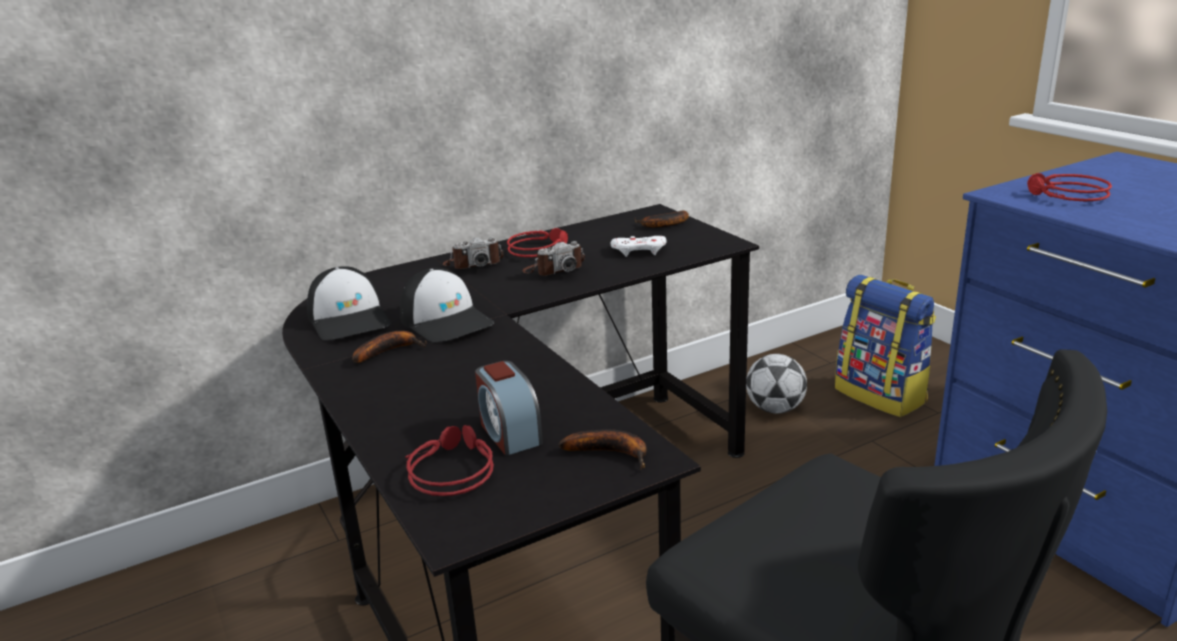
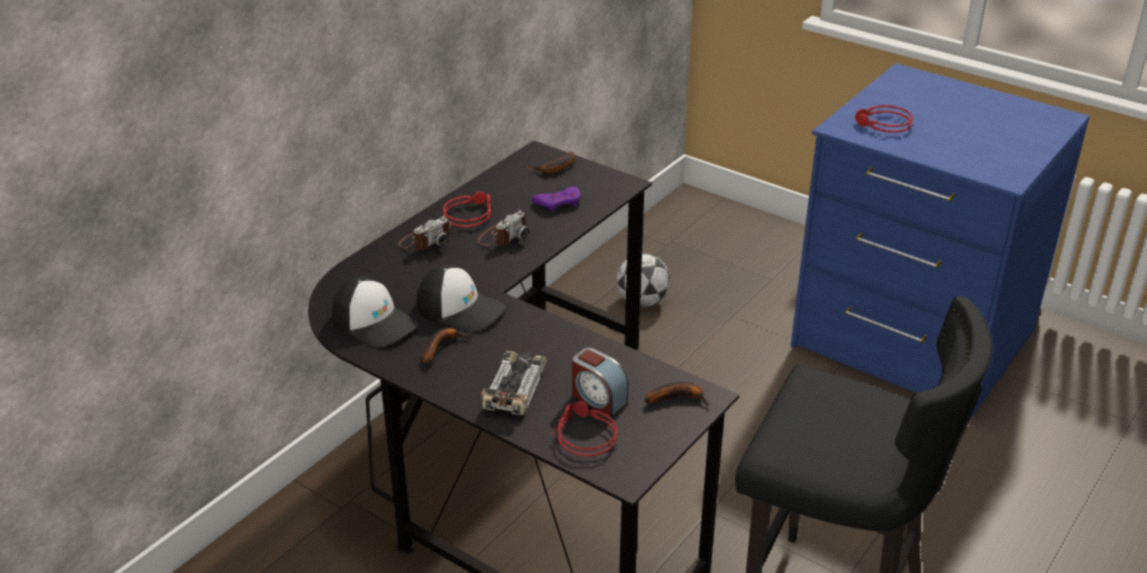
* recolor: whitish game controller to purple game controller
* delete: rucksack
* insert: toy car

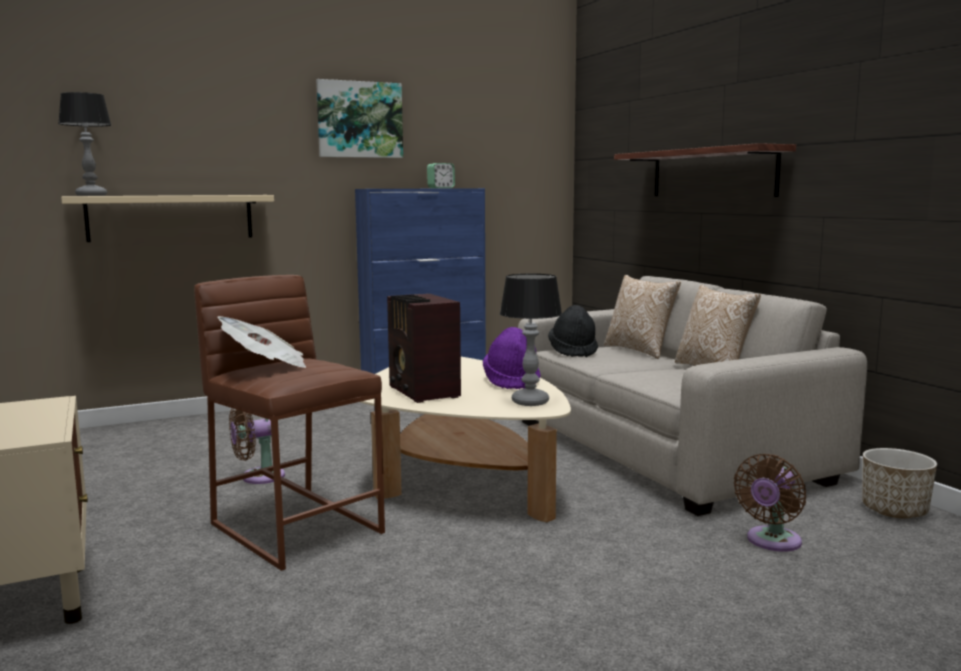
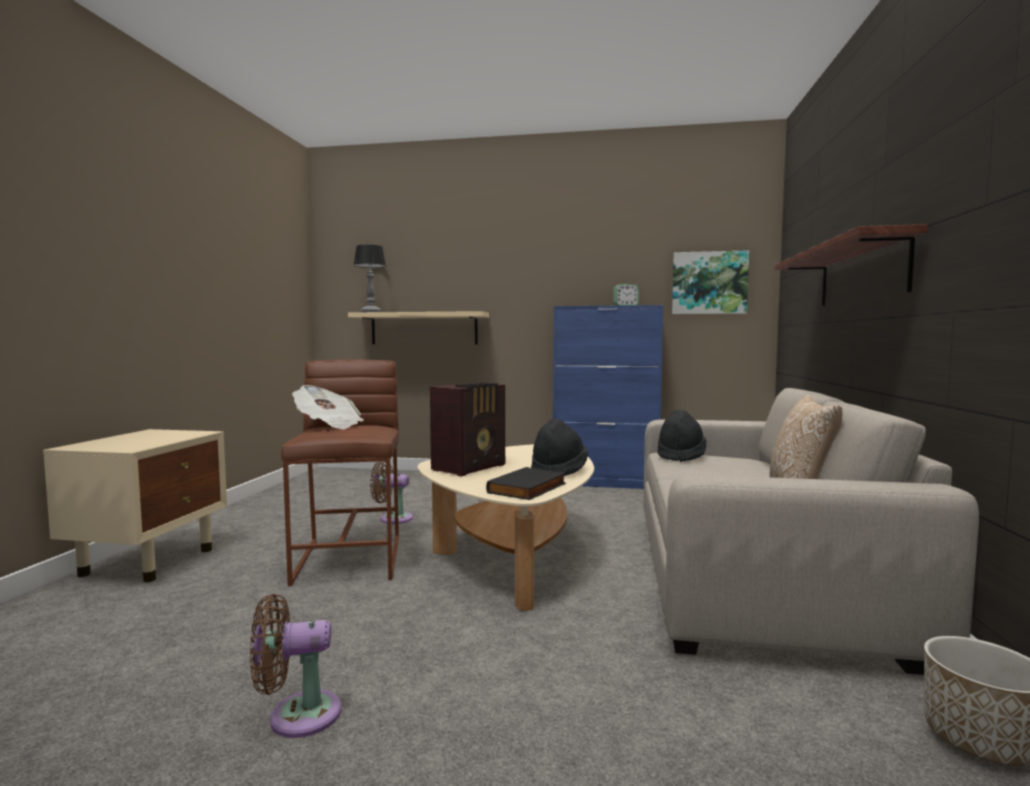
* move: picture
* rotate: radio 150 degrees counterclockwise
* recolor: purple clothing hat to black clothing hat (1st from left)
* replace: lamp for a table (2nd from left) to black bound book
* delete: throw pillow (1st from left)
* move: brown-coloured cooling fan (2nd from left in the first image) to brown-coloured cooling fan (1st from left)

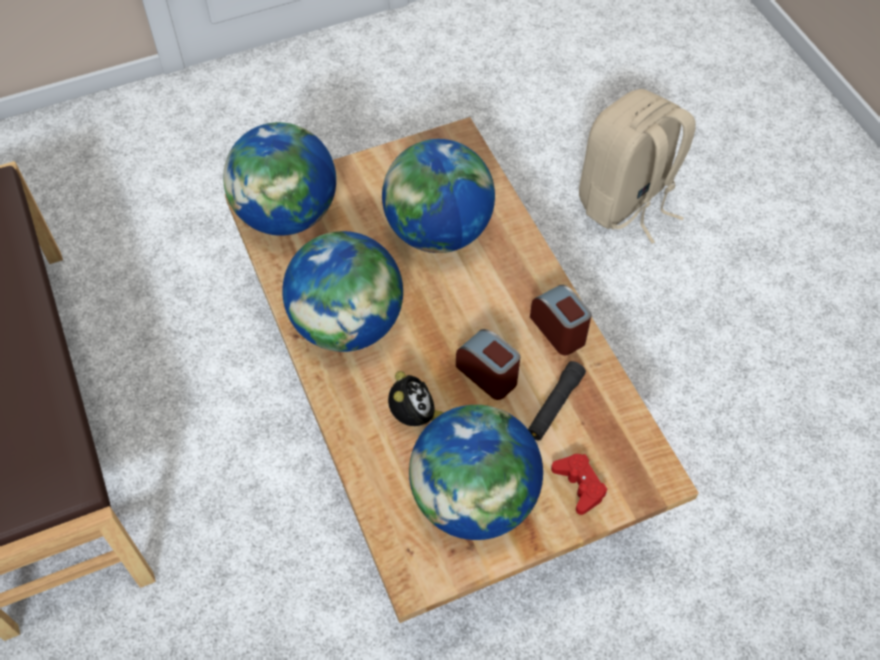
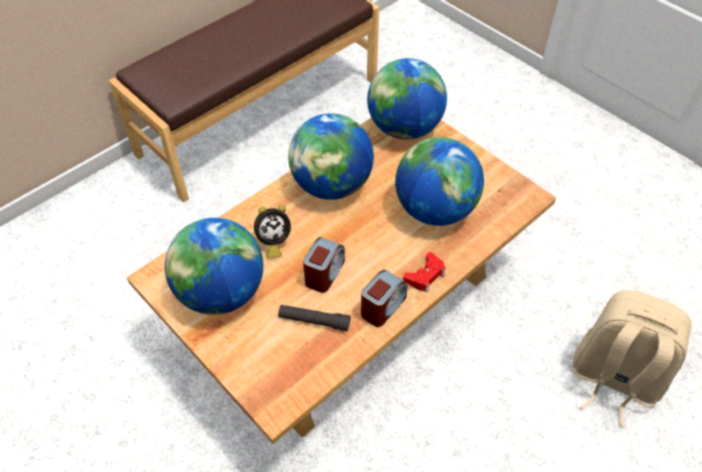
* move: red-coloured game controller

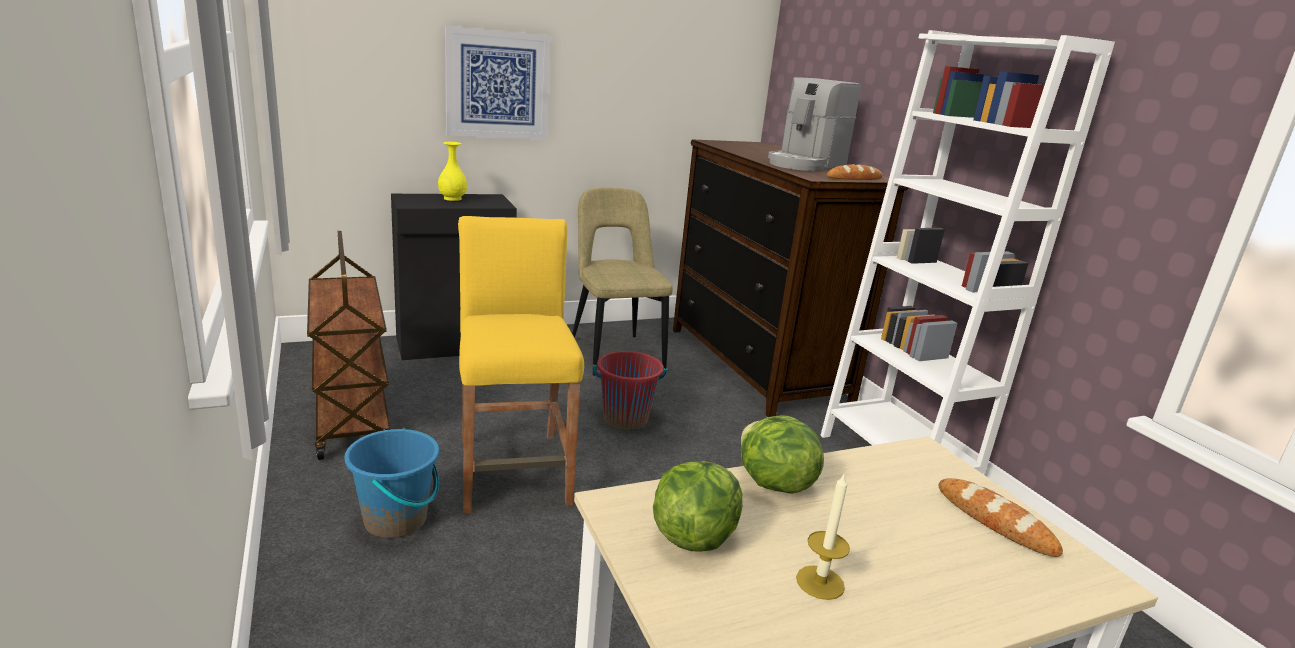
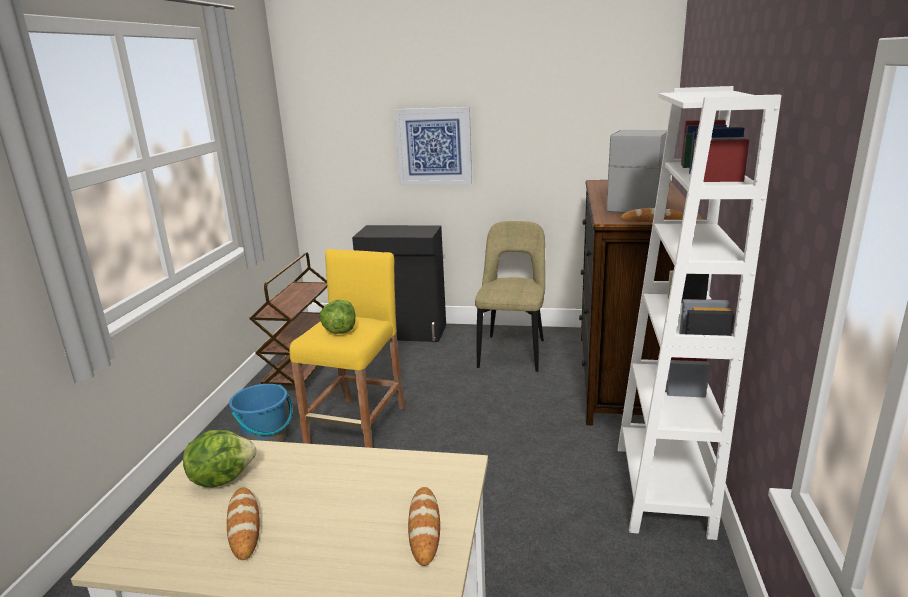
* delete: yellow-coloured flower vase
* delete: red-coloured bucket
* move: lettuce (2nd from left)
* rotate: coffee maker 135 degrees clockwise
* replace: wax light to bread (1st from left)

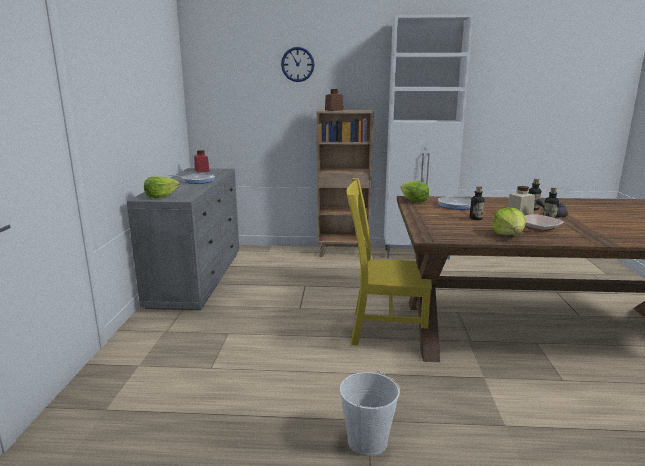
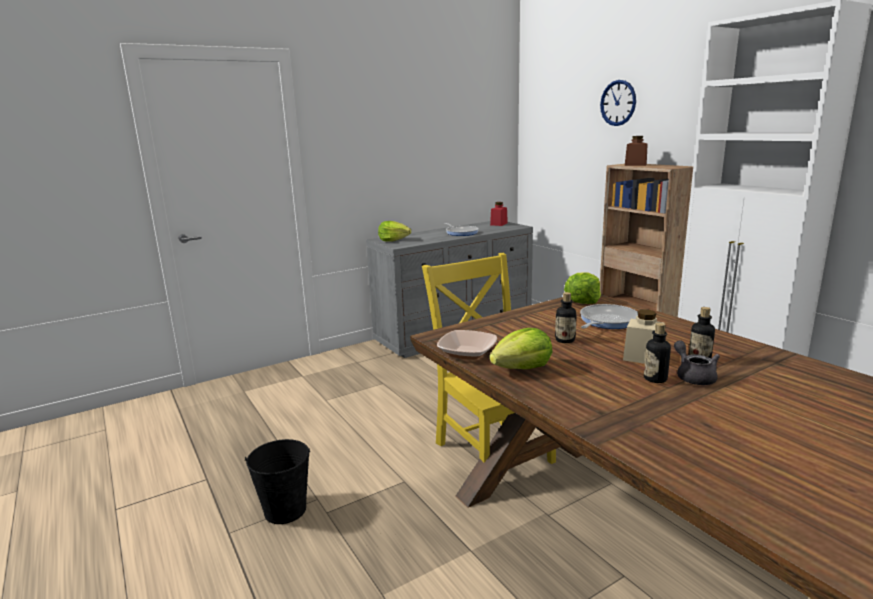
* recolor: whitish bucket to black bucket
* move: bowl

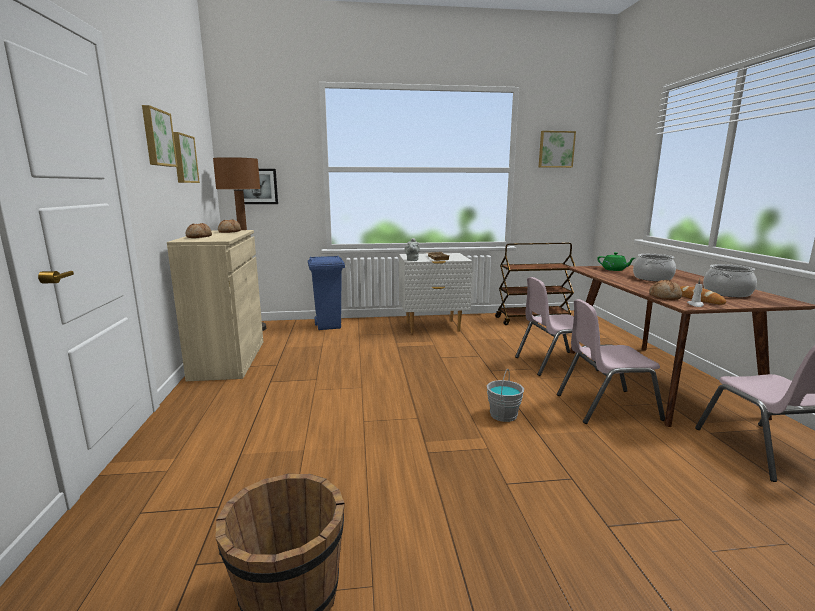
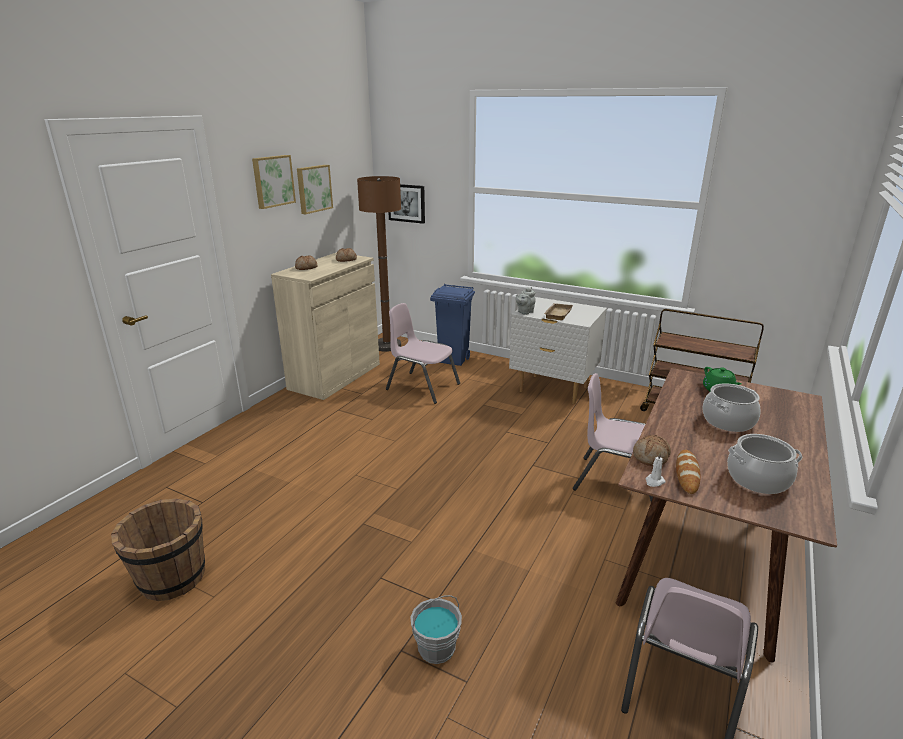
* move: grey bucket
* delete: picture (4th from left)
* move: pink-coloured plain chair (2nd from left in the first image) to pink-coloured plain chair (1st from left)

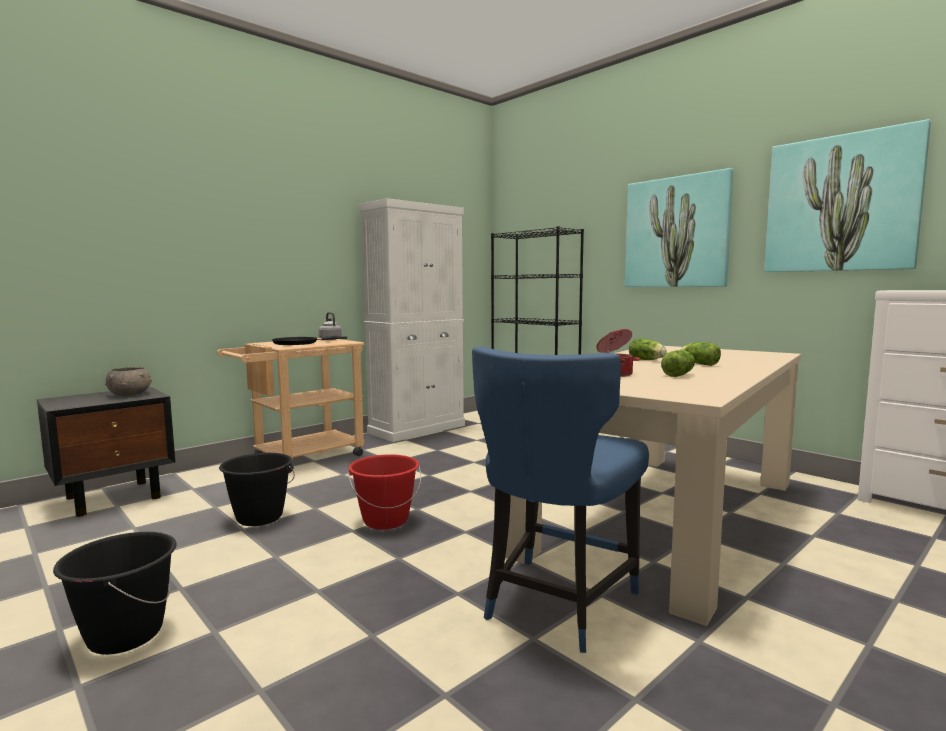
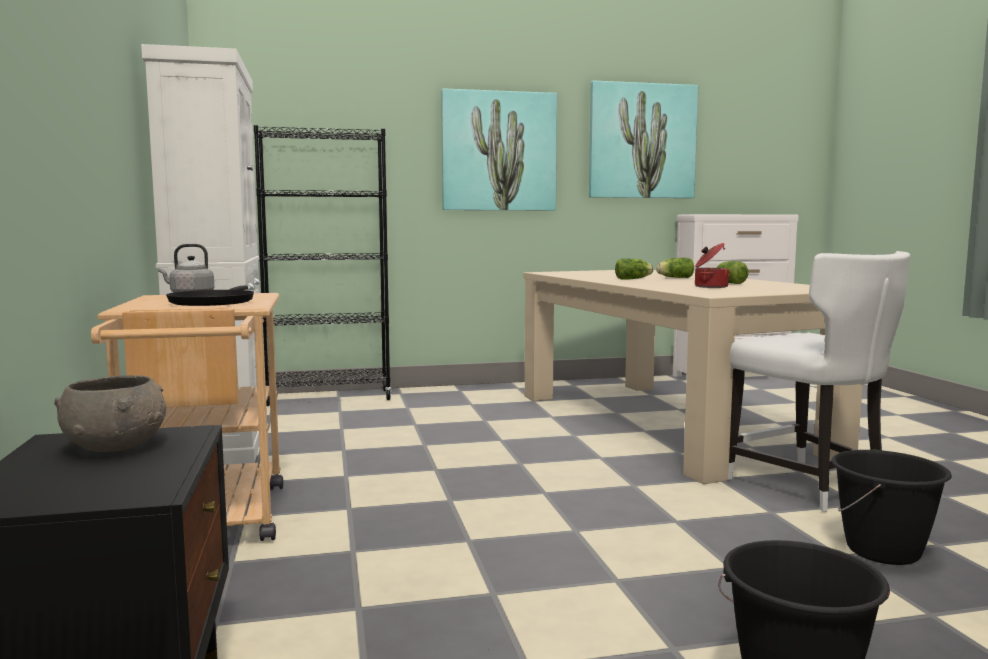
* move: black bucket (2nd from left)
* delete: red-coloured bucket
* recolor: blue plain chair to whitish plain chair

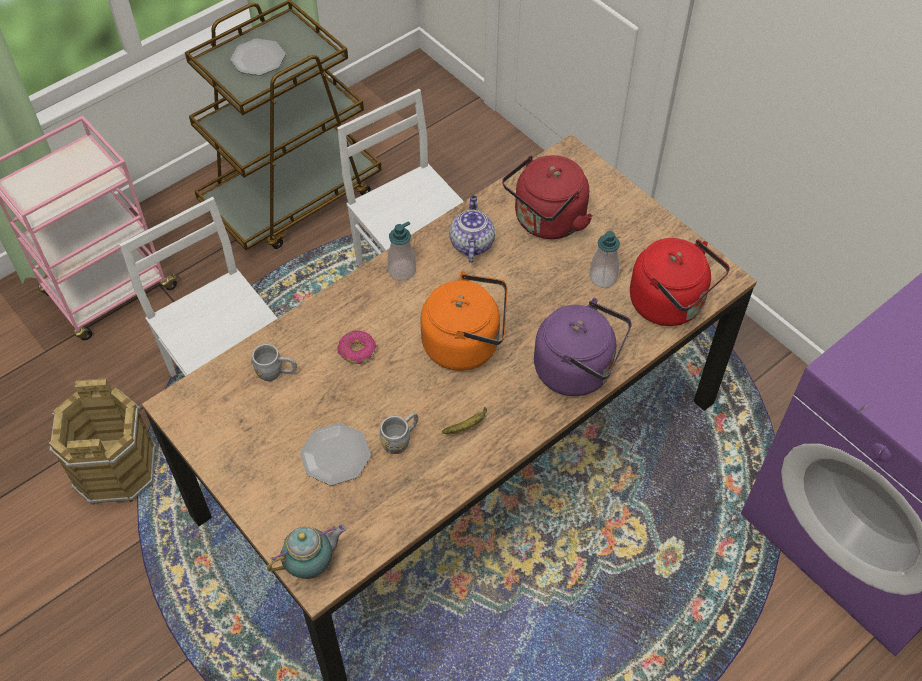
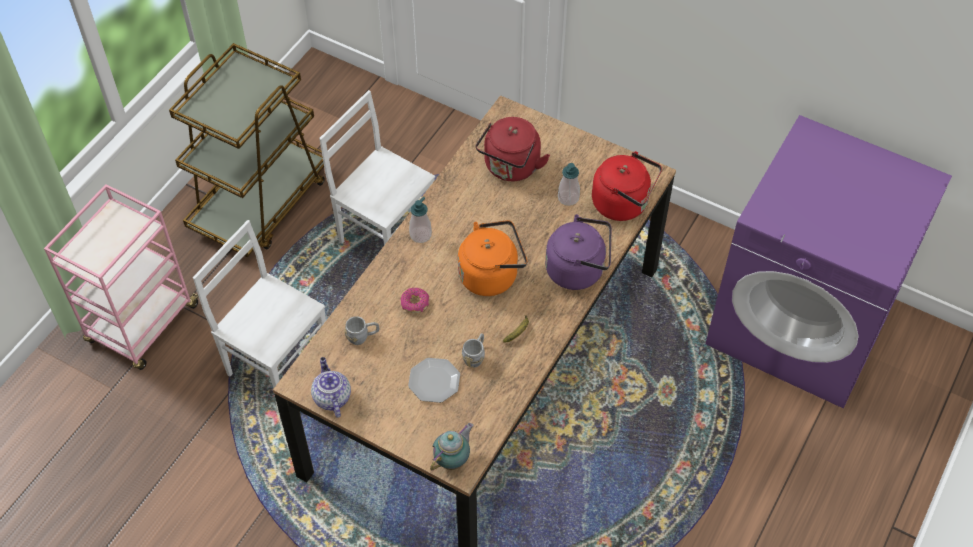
* delete: brown-coloured bucket
* delete: dinner plate (1st from left)
* move: teapot (2nd from left in the first image) to teapot (1st from left)

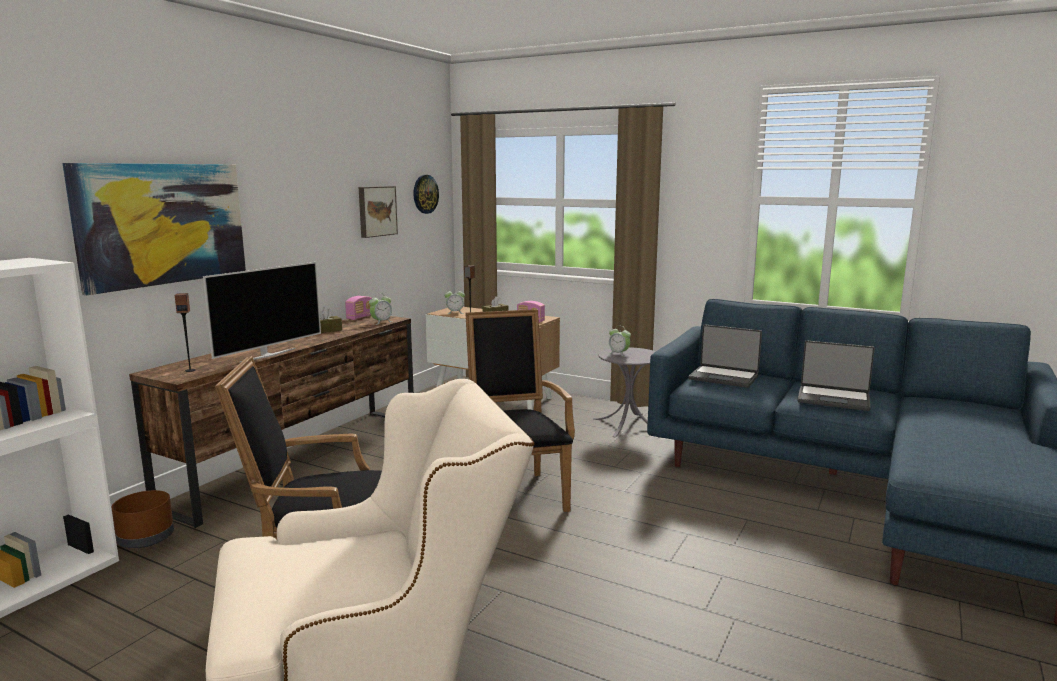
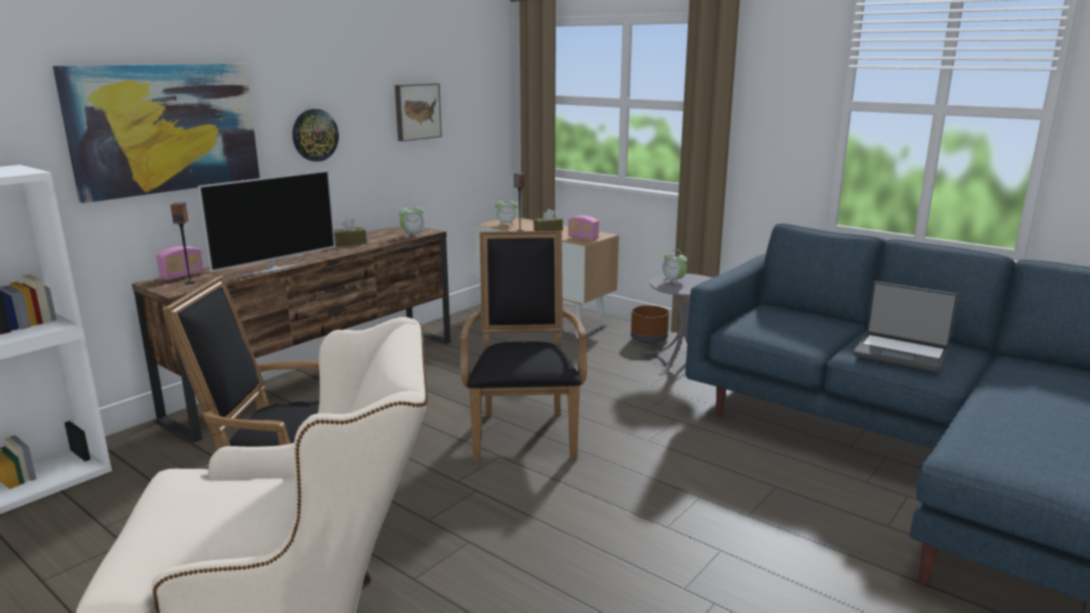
* move: brown-coloured planter
* move: radio (1st from left)
* move: wall clock
* delete: portable computer (1st from left)

